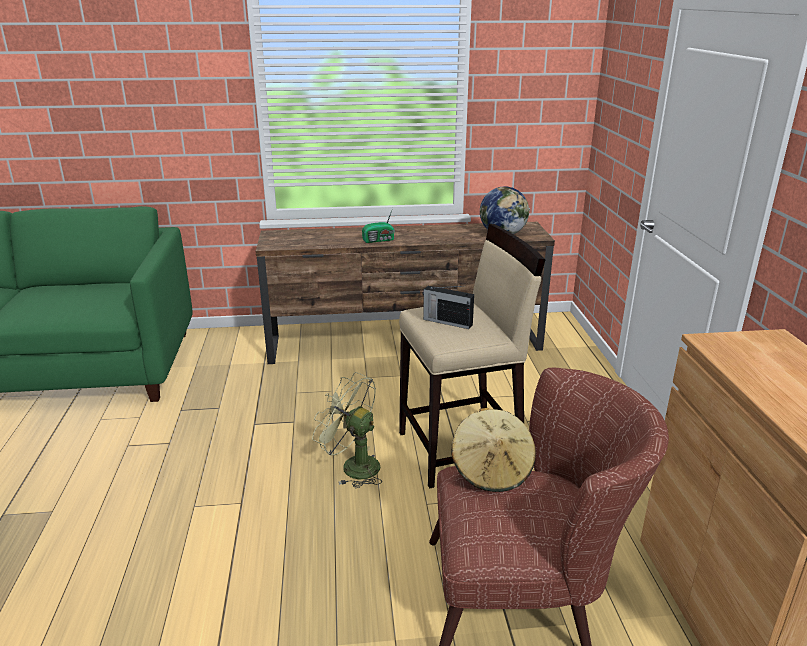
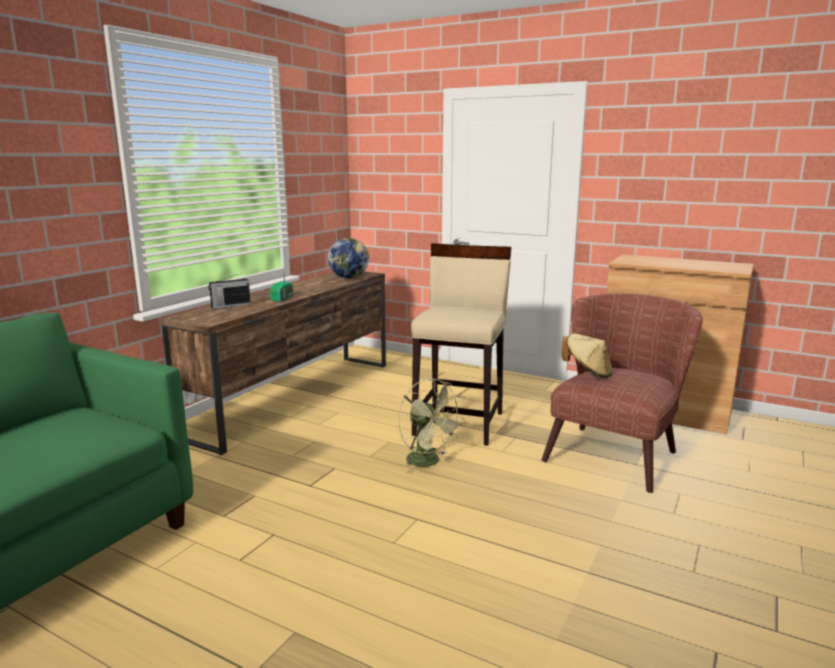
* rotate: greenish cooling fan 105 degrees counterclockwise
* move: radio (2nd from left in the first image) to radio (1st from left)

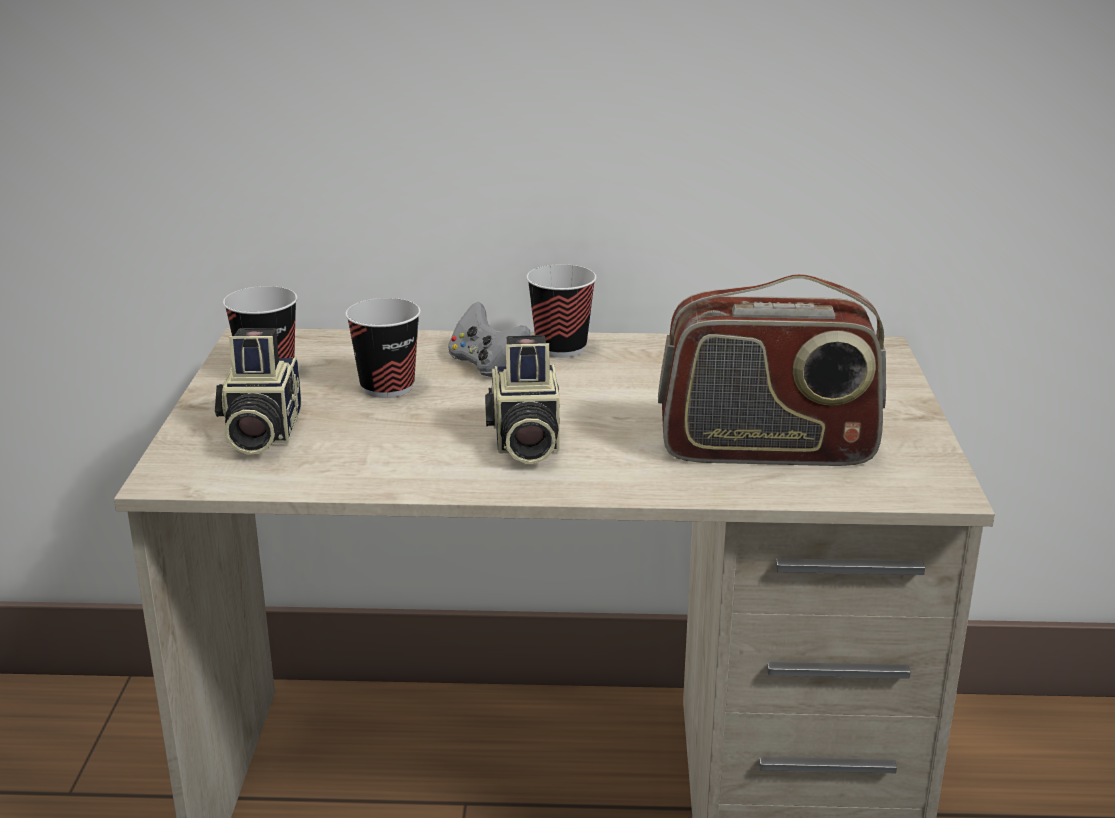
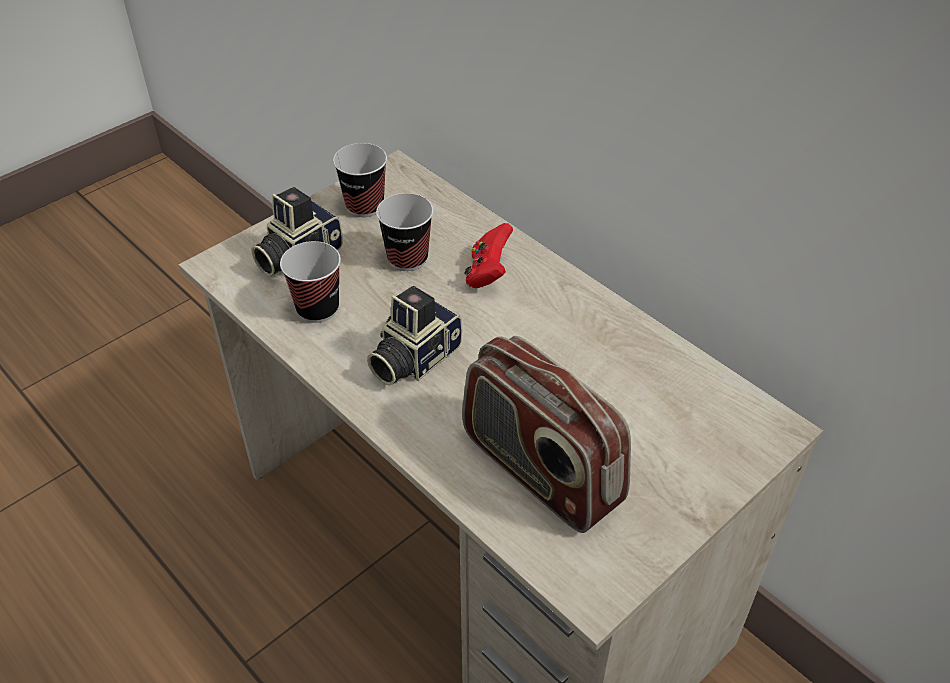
* recolor: grey game controller to red-coloured game controller
* move: small cup (3rd from left in the first image) to small cup (1st from left)

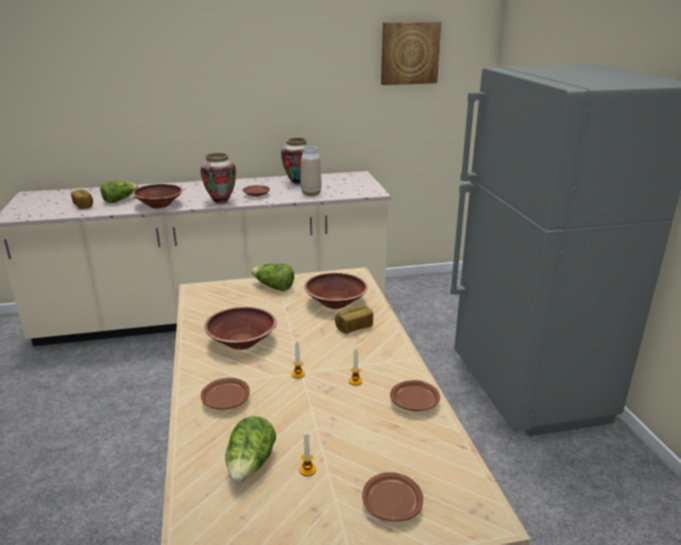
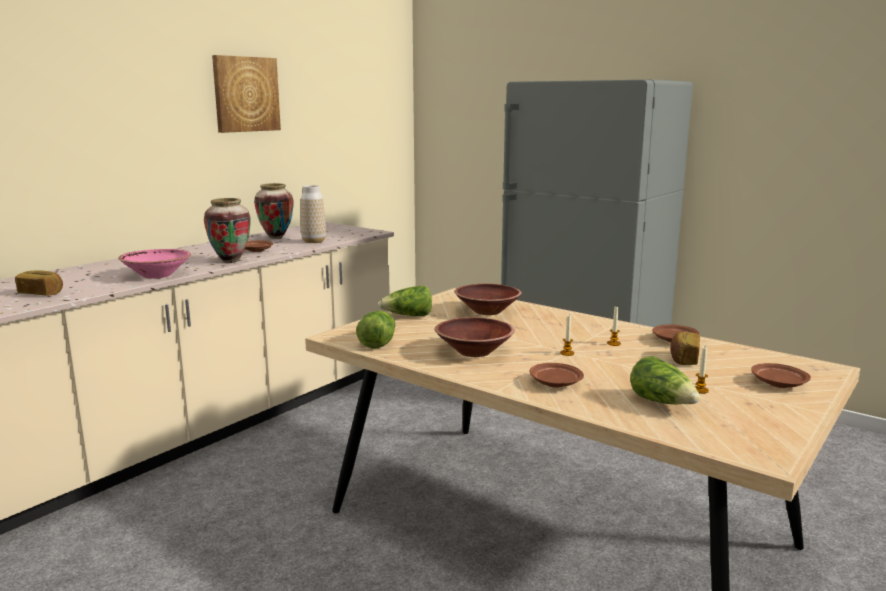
* move: lettuce (1st from left)
* recolor: brown-coloured bowl (1st from left) to pink-coloured bowl
* move: bread (2nd from left)
* move: picture

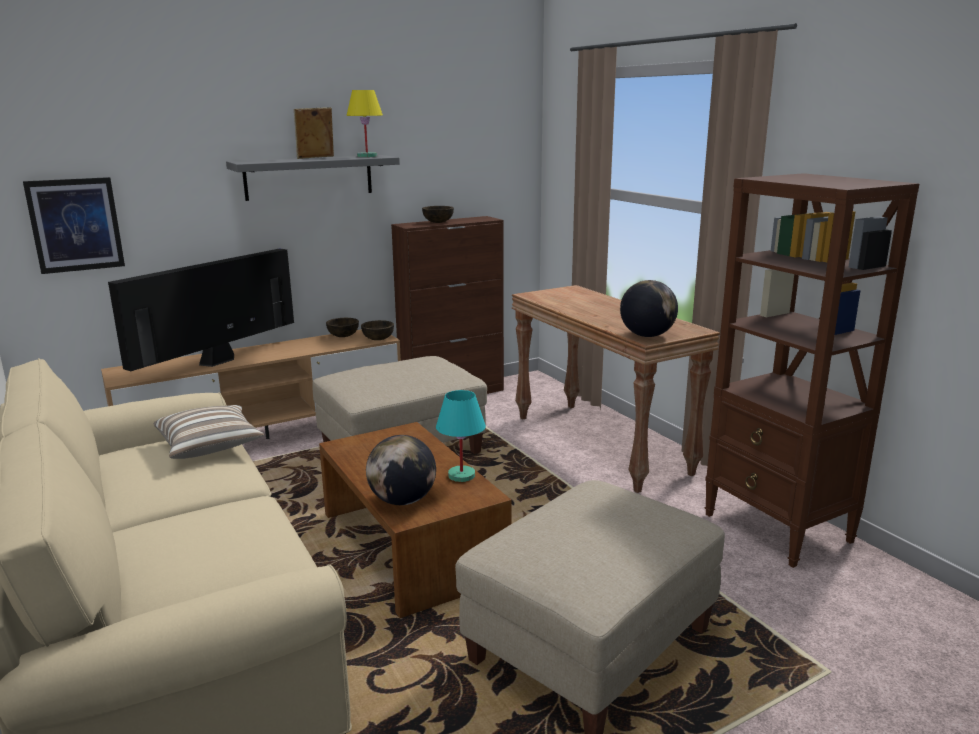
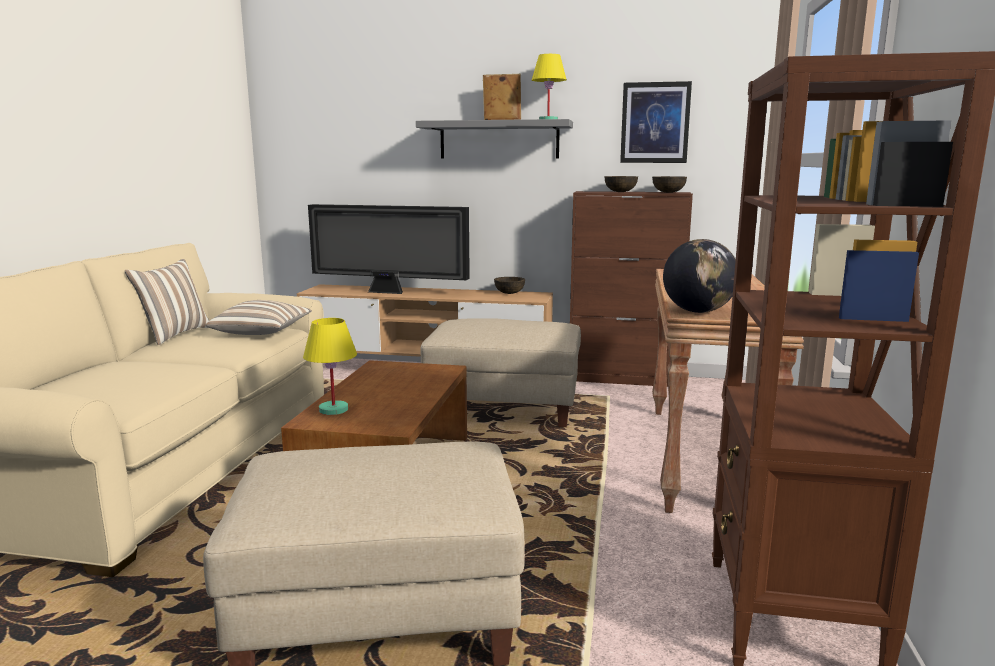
* move: picture
* rotate: TV set 150 degrees counterclockwise
* move: brown-coloured bowl (2nd from left in the first image) to brown-coloured bowl (3rd from left)
* replace: desk globe (1st from left) to yellow-coloured lamp for a table (1st from left)
* delete: blue-green lamp for a table
* insert: throw pillow (1st from left)

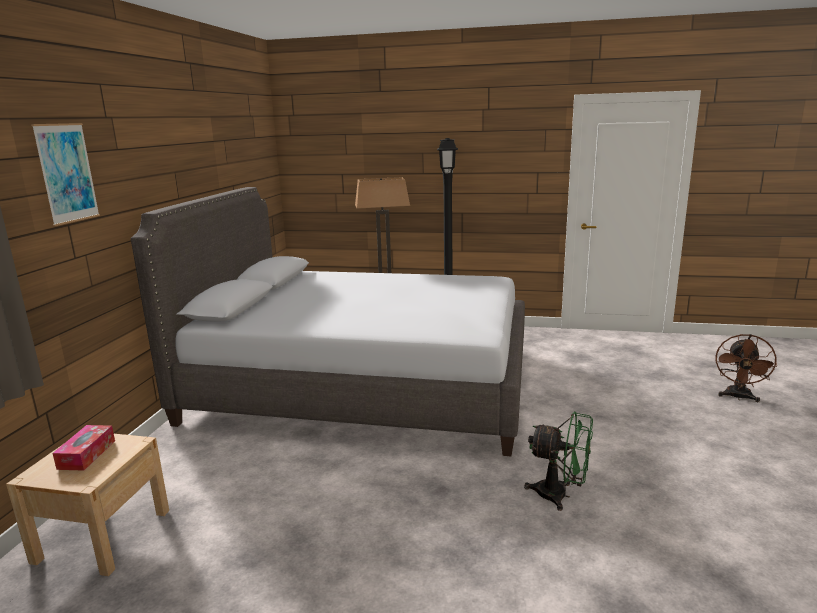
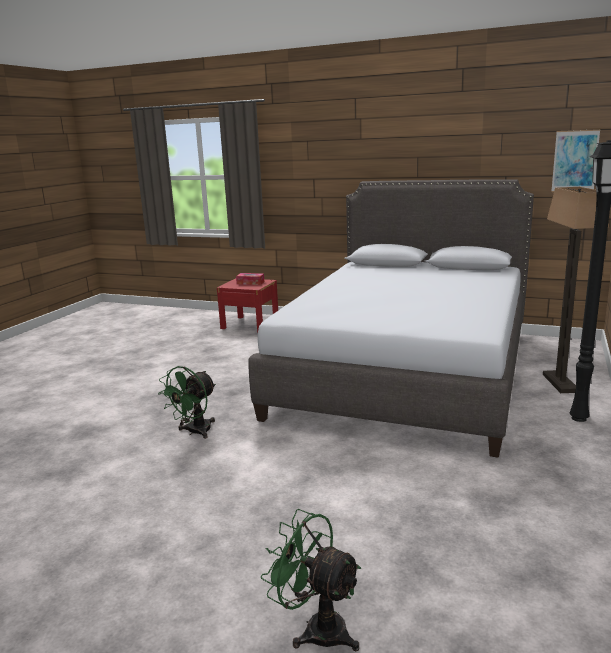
* recolor: sand-coloured night table to red-coloured night table
* move: picture
* recolor: brown-coloured cooling fan to greenish cooling fan (2nd from left)

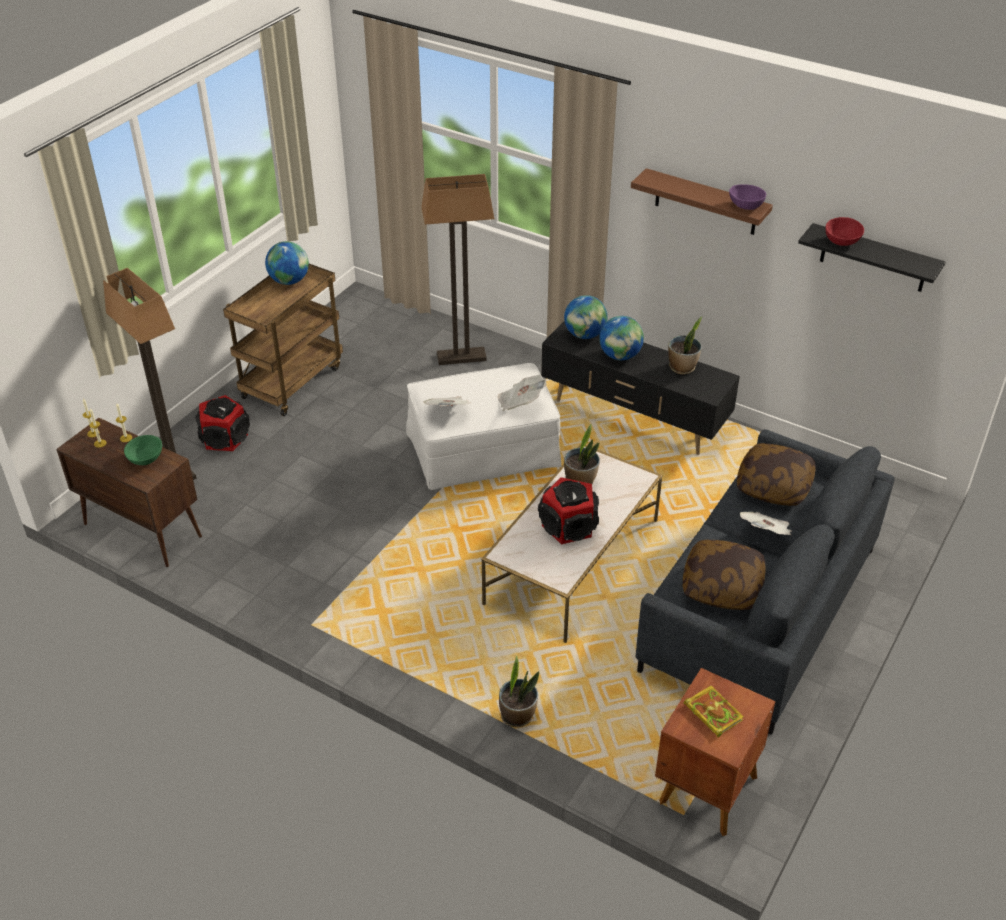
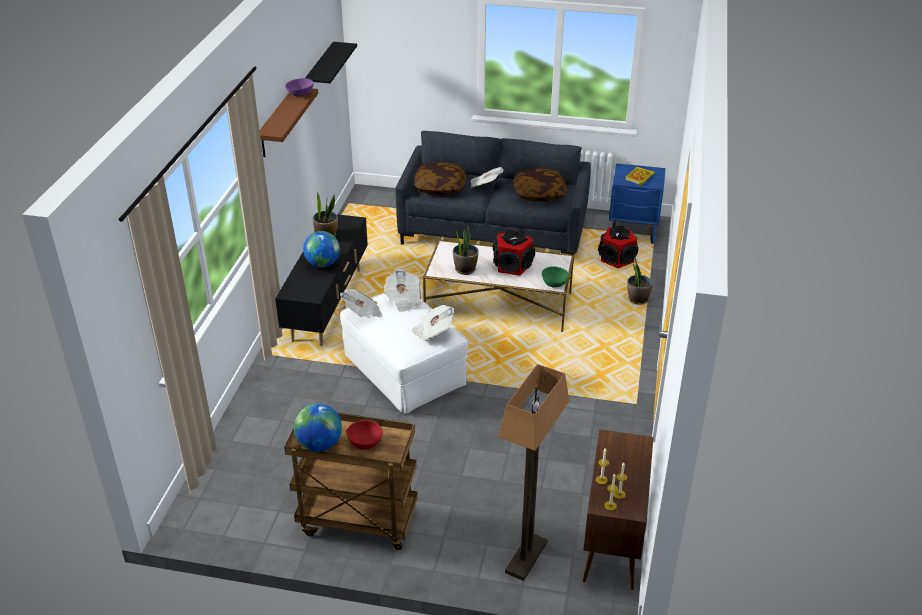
* move: greenish bowl
* move: audio speaker (1st from left in the first image) to audio speaker (2nd from left)
* delete: standing lamp (2nd from left)
* delete: desk globe (2nd from left)
* recolor: brown-coloured night table to blue night table
* move: red-coloured bowl
* insert: daily paper (1st from left)

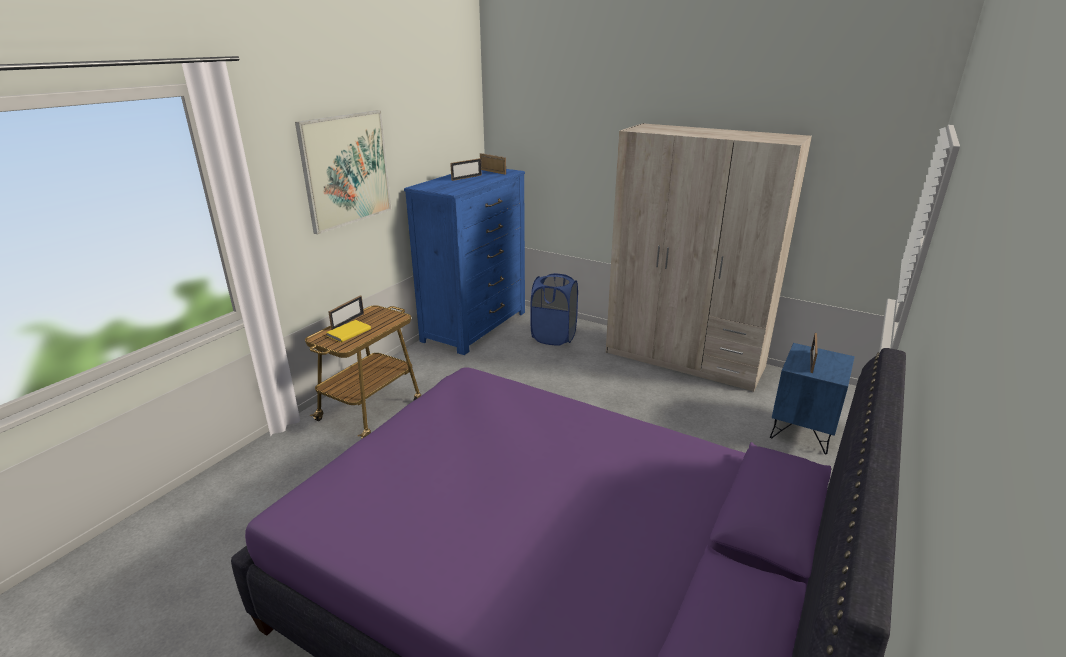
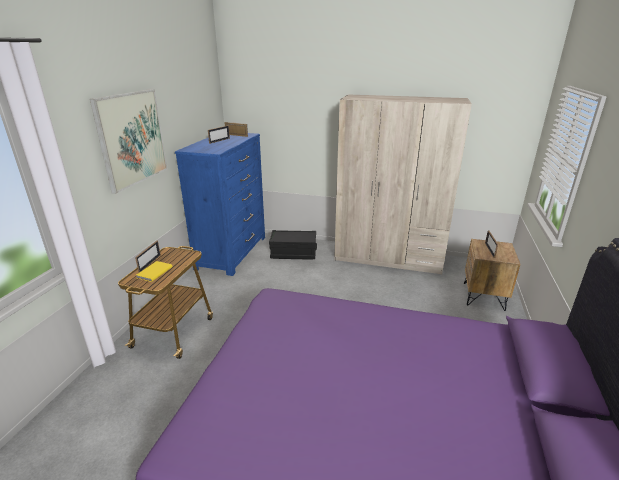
* replace: blue washing basket to black storage container
* recolor: blue night table to brown-coloured night table

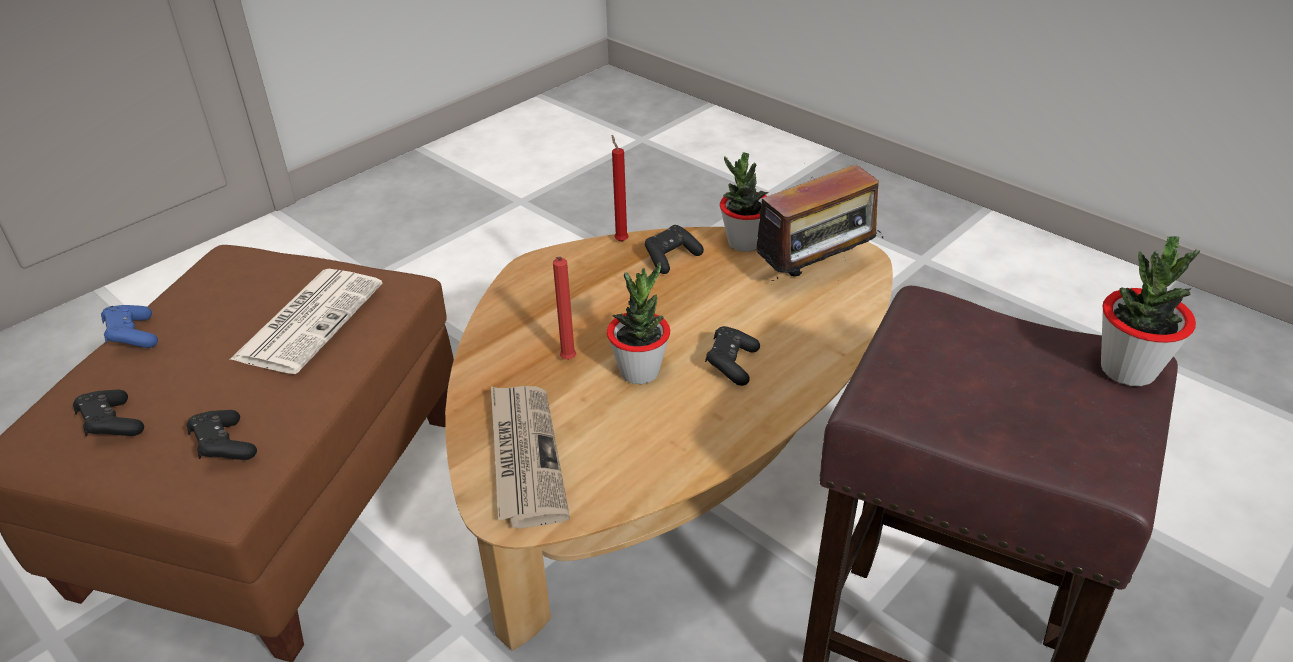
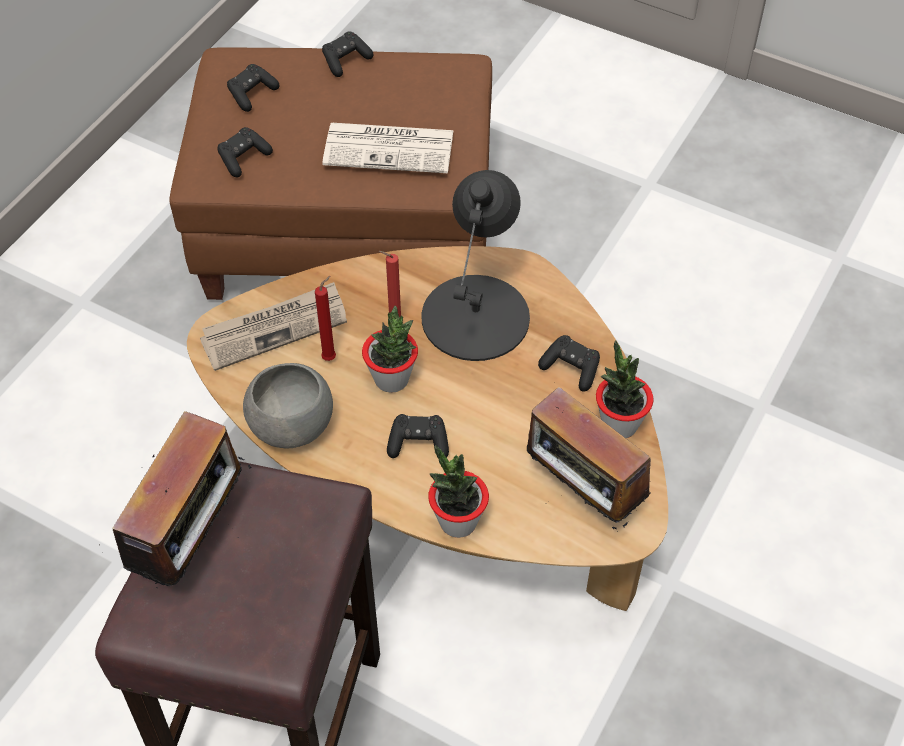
* recolor: blue game controller to black game controller (3rd from left)
* move: red-coloured wax light (2nd from left in the first image) to red-coloured wax light (1st from left)
* move: plant in a pot (3rd from left in the first image) to plant in a pot (2nd from left)
* insert: radio (1st from left)
* insert: grey bowl
* insert: black lamp for a table

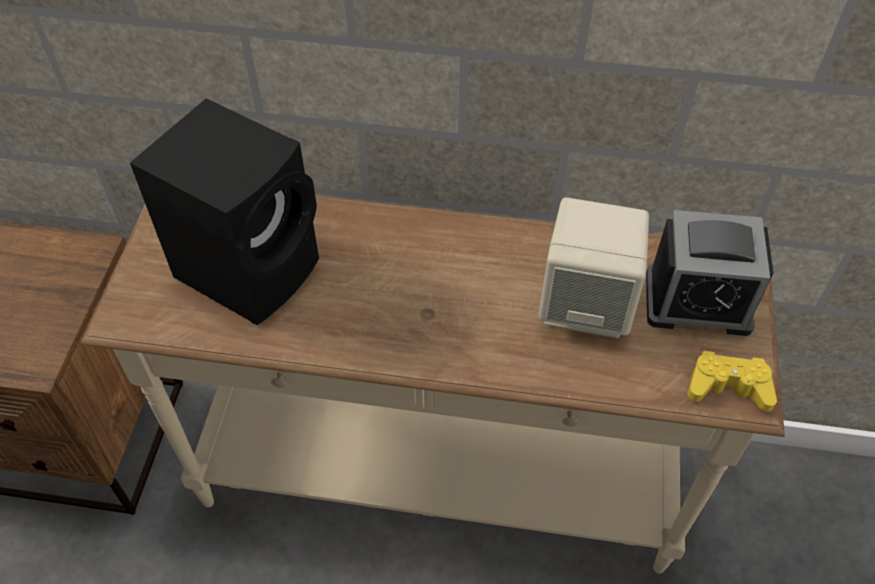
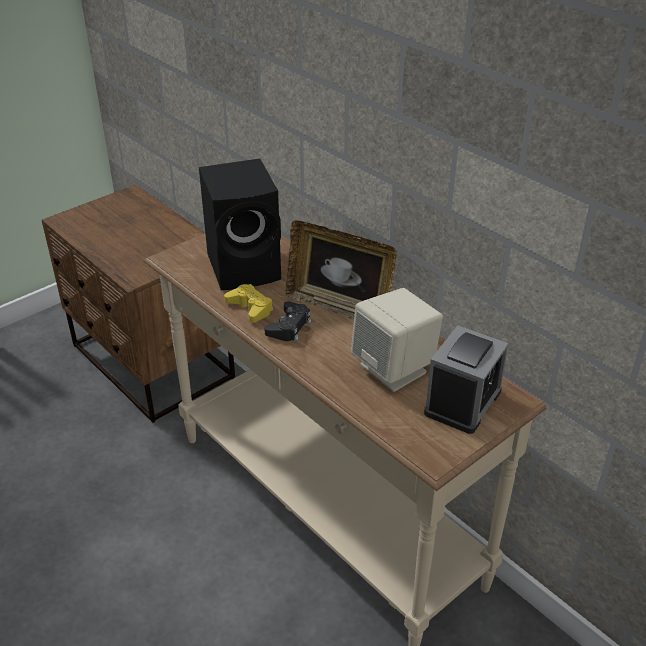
* rotate: table clock 105 degrees counterclockwise
* move: yellow-coloured game controller
* insert: black game controller
* insert: photo frame

